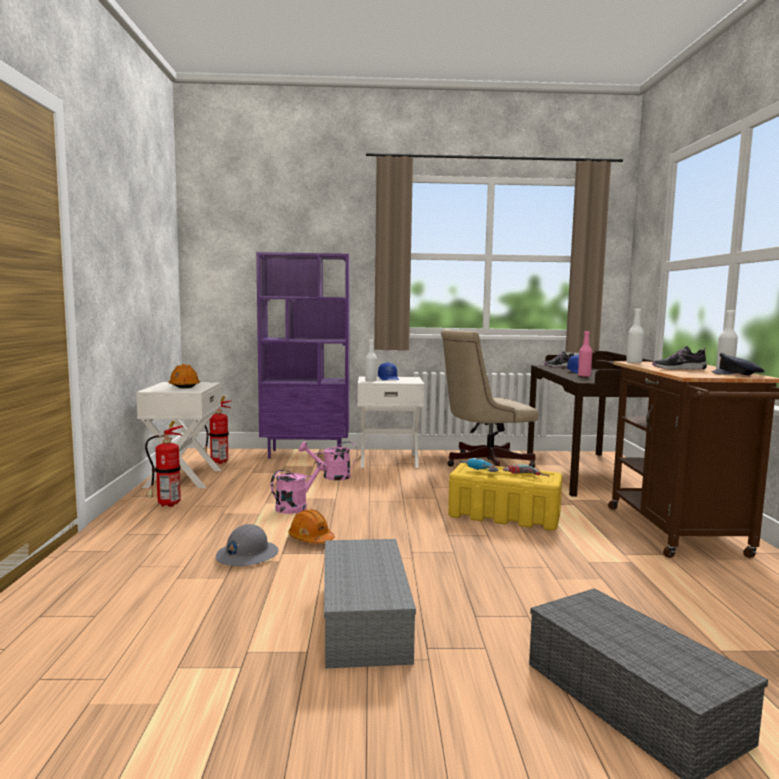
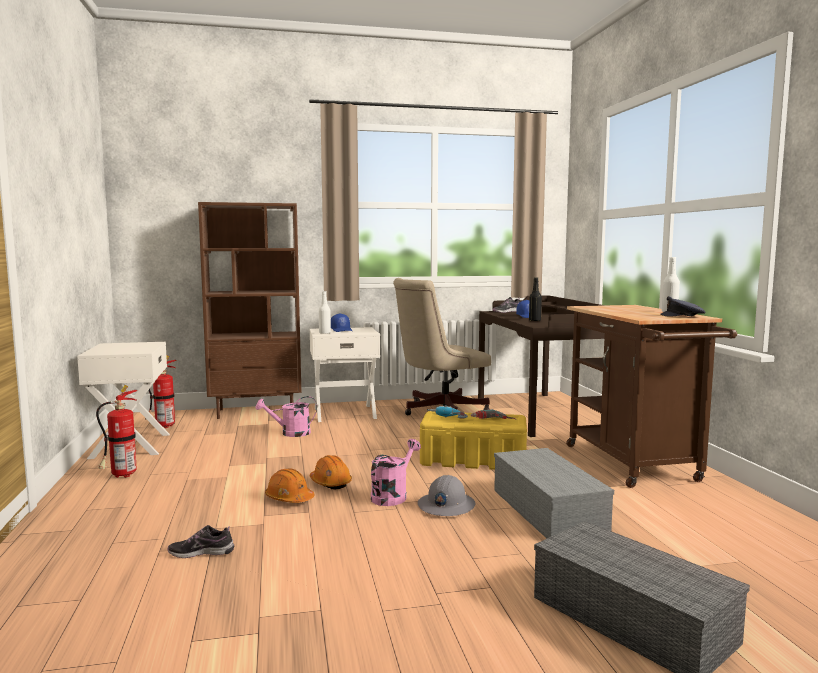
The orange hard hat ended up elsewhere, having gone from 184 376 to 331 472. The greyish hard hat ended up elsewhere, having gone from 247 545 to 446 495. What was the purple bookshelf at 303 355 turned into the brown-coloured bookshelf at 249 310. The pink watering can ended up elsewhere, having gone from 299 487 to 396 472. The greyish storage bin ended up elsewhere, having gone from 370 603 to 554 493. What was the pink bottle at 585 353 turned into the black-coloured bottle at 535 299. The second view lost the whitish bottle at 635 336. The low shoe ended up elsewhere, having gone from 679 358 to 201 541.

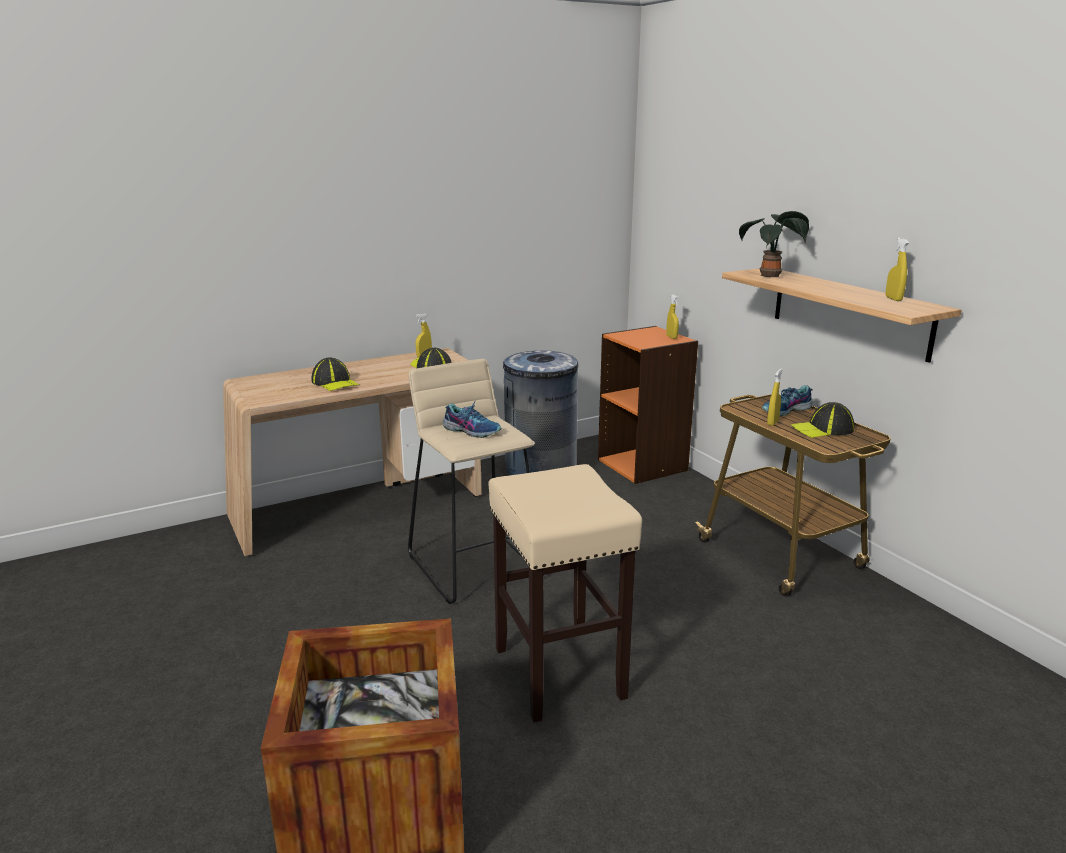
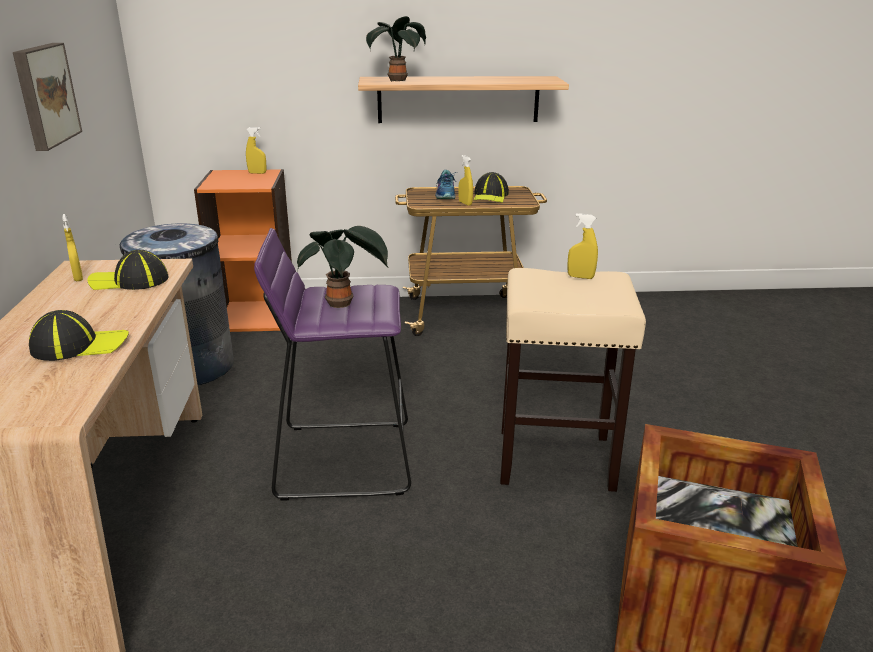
What was the sand-coloured stool seat at 476 481 turned into the purple stool seat at 332 364. Where the low shoe stood at 472 420, the plant in a pot came to stand at 343 267. The yellow-coloured sprayer ended up elsewhere, having gone from 897 269 to 582 246. The second view gained the wall art at 47 97.

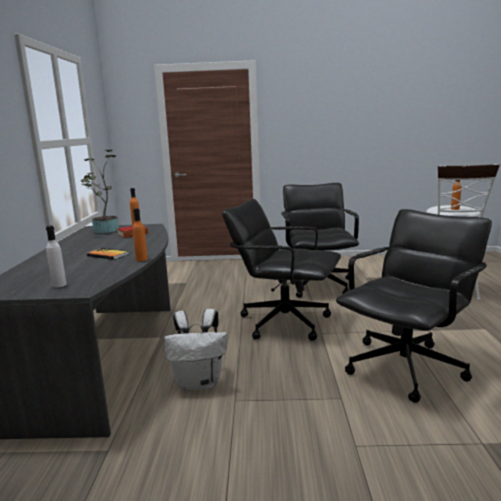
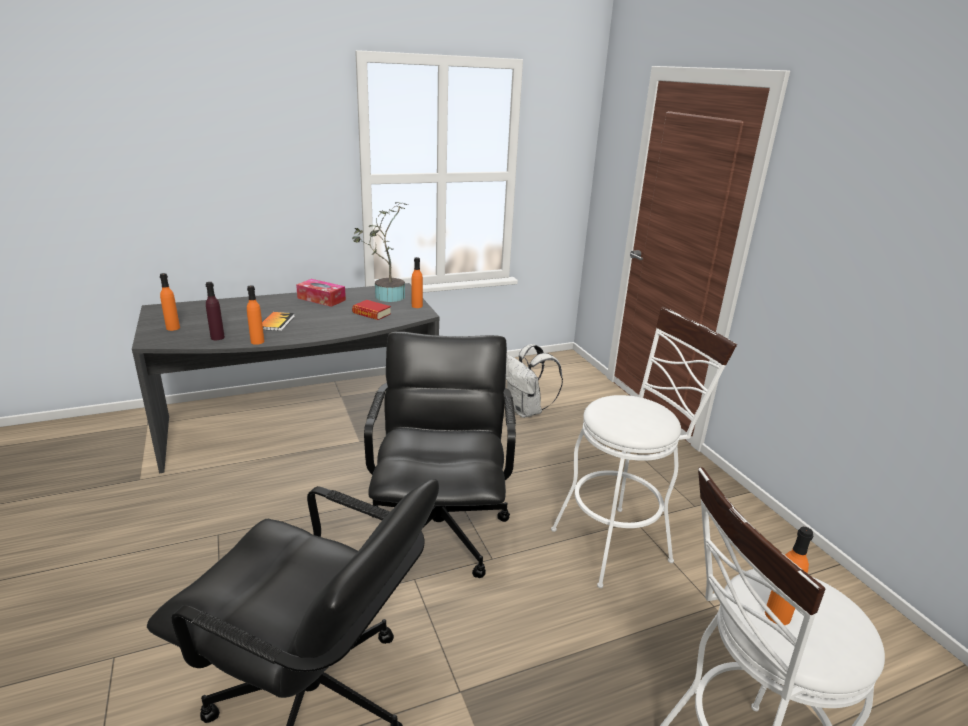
What was the whitish bottle at 56 256 turned into the orange bottle at 170 302. The whitish rucksack ended up elsewhere, having gone from 195 350 to 534 381. Where the black-coloured desk chair stood at 318 240, the whitish stool seat came to stand at 644 447. The second view gained the purple bottle at 215 311. The second view gained the tissue box at 321 293.

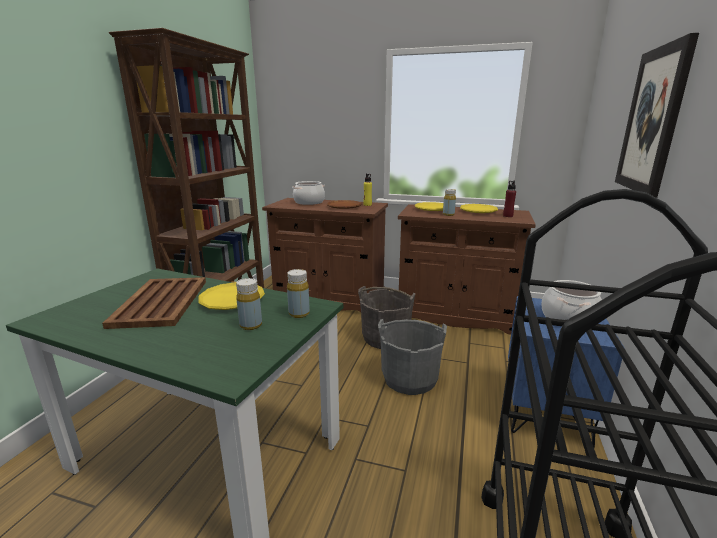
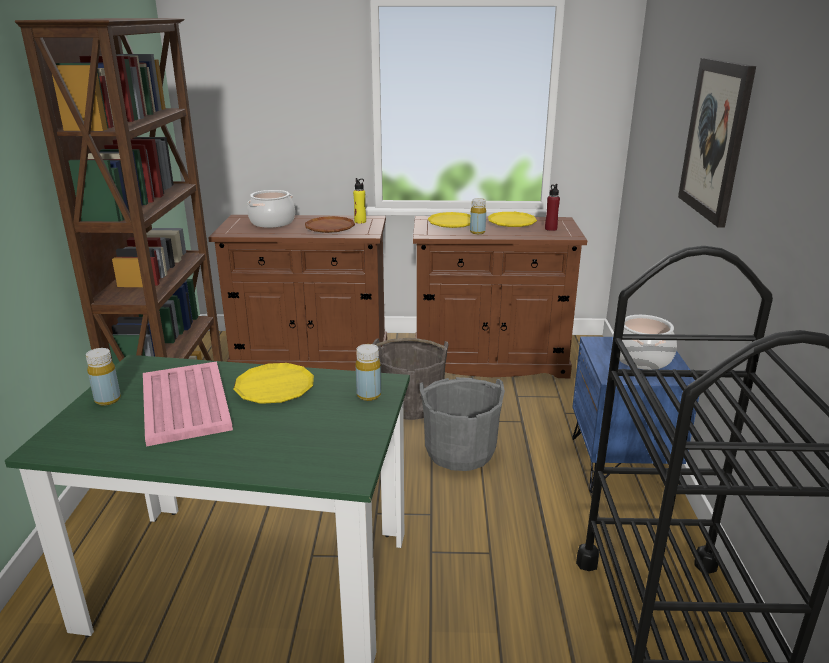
What was the brown-coloured serving tray at 154 303 turned into the pink serving tray at 188 404. The yellow-coloured bottle ended up elsewhere, having gone from 249 304 to 103 377.

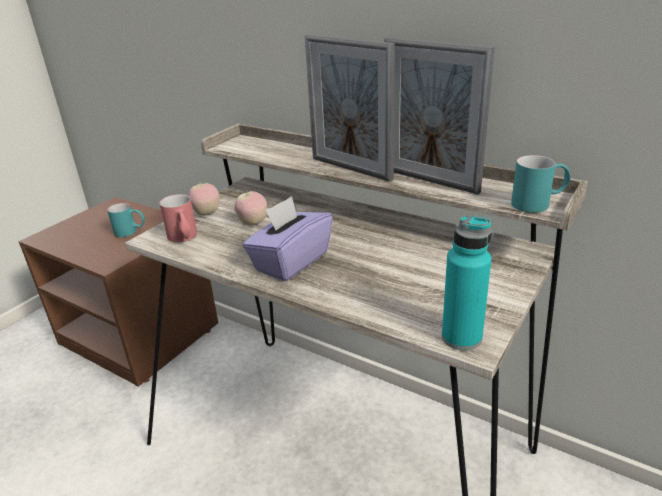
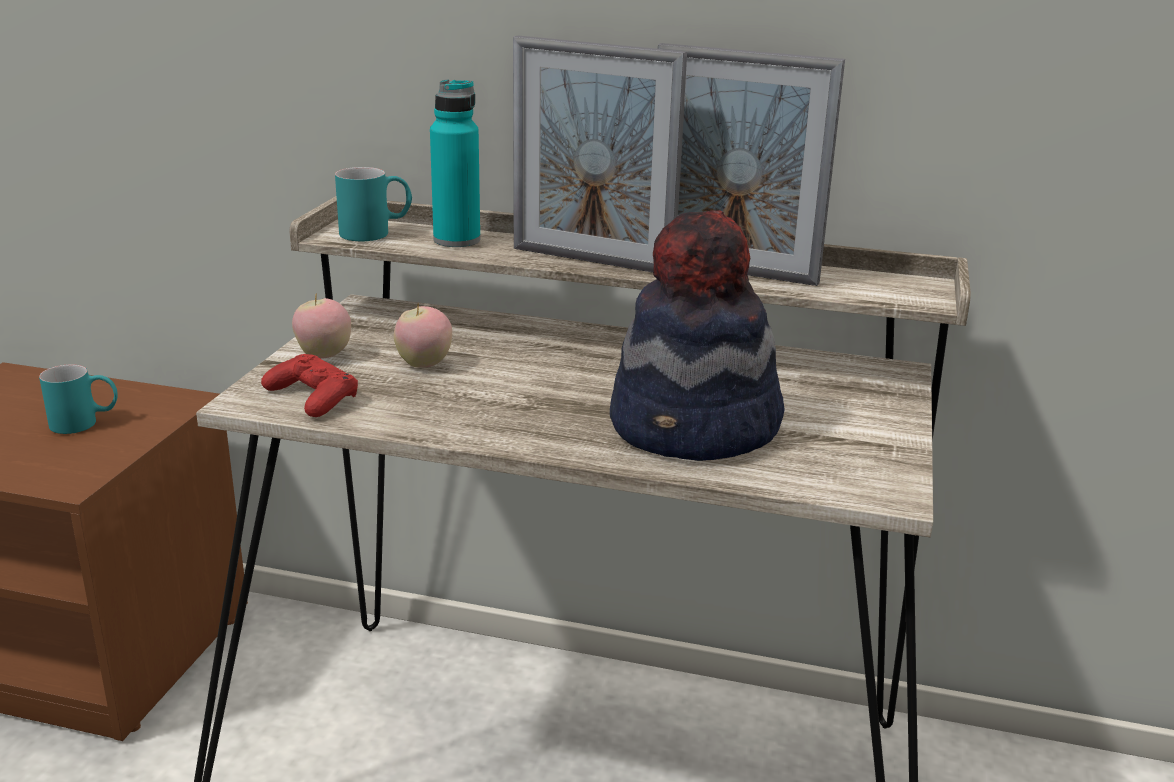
Where the reddish mug stood at 178 218, the reddish gamepad came to stand at 309 385. The second view lost the purple tissue box at 288 238. The turquoise bottle ended up elsewhere, having gone from 467 283 to 455 163. The turquoise mug ended up elsewhere, having gone from 541 184 to 373 204. The second view gained the hat at 697 335.

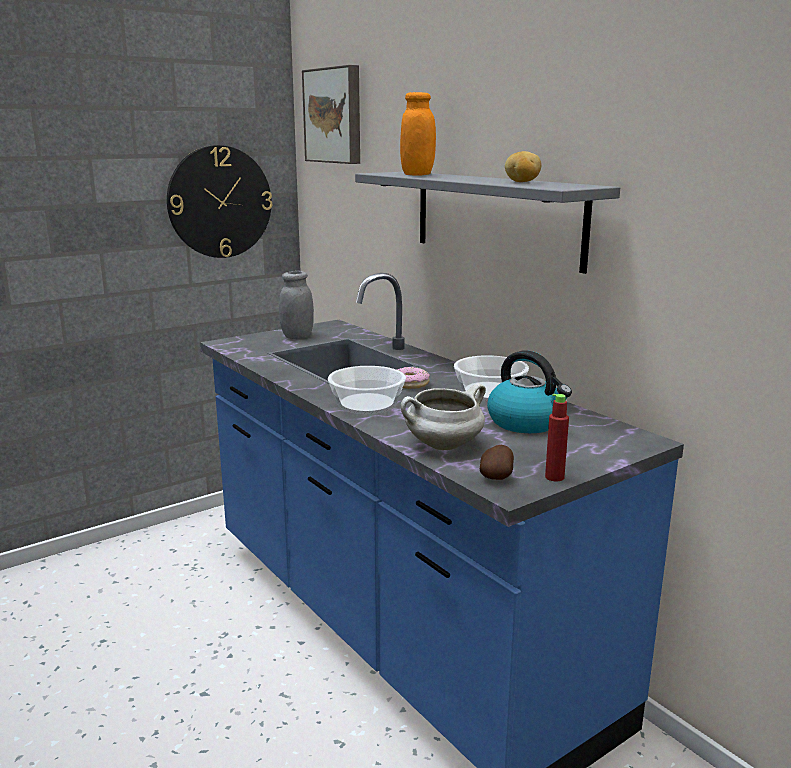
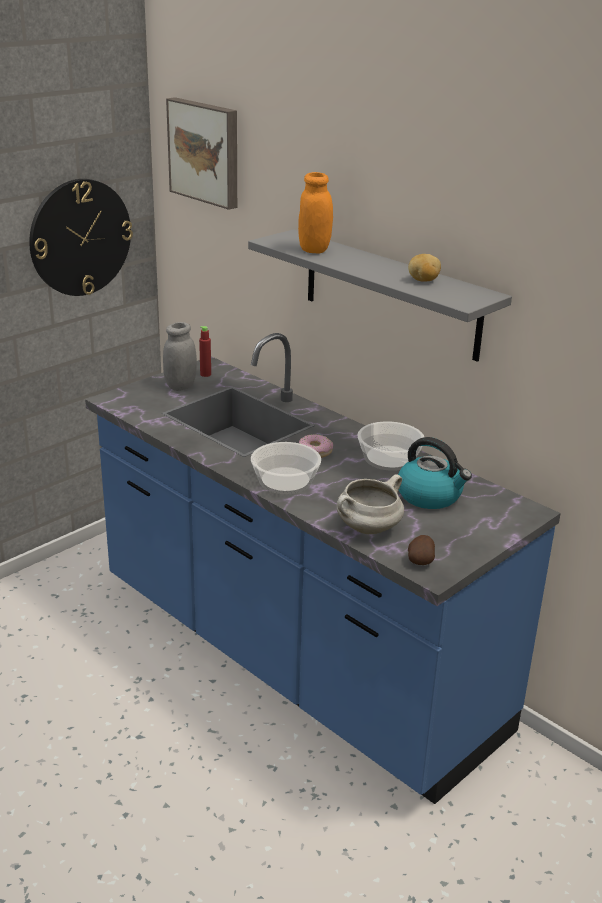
The reddish bottle ended up elsewhere, having gone from 557 437 to 205 351.

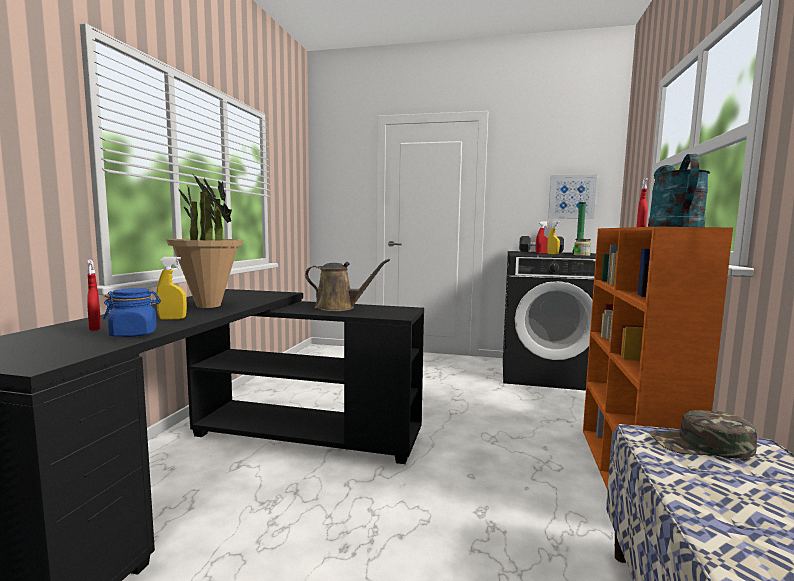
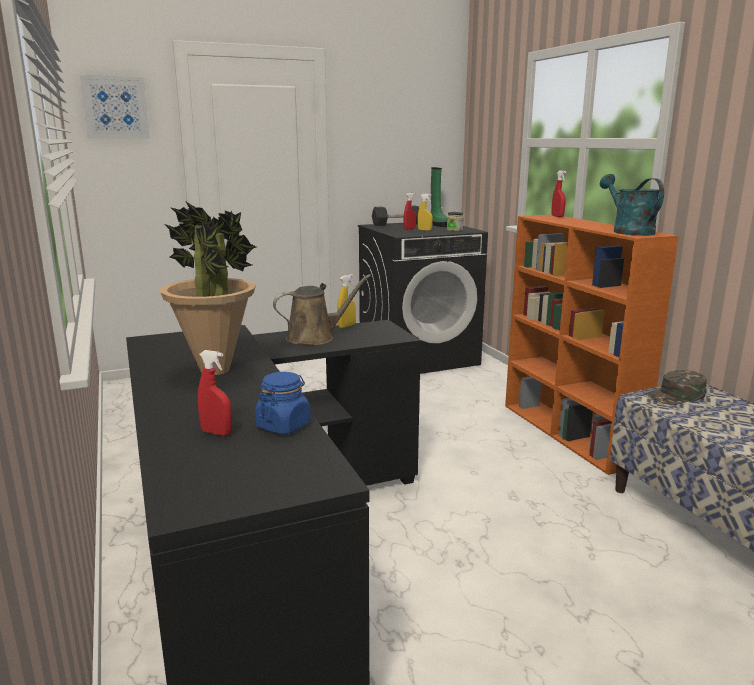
The yellow-coloured sprayer ended up elsewhere, having gone from 171 288 to 346 301. The wall art ended up elsewhere, having gone from 572 197 to 115 107.

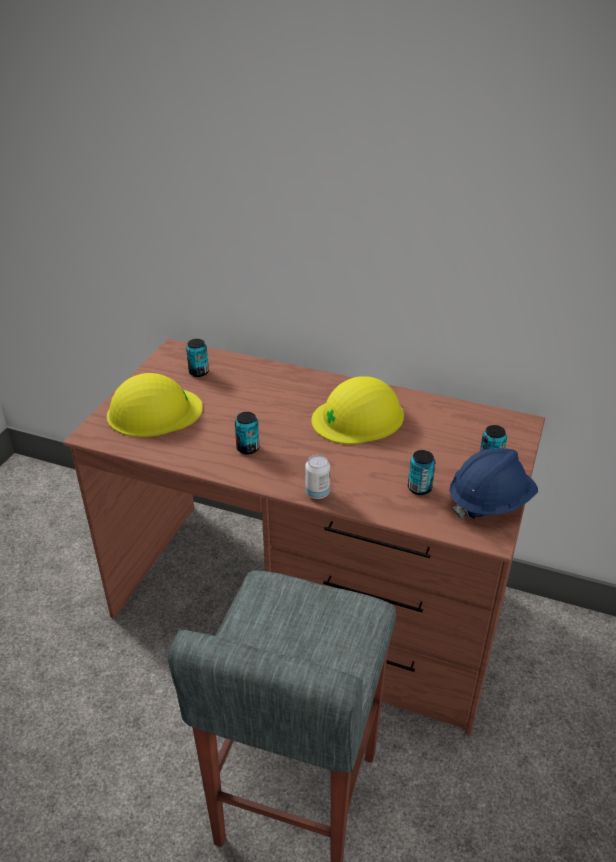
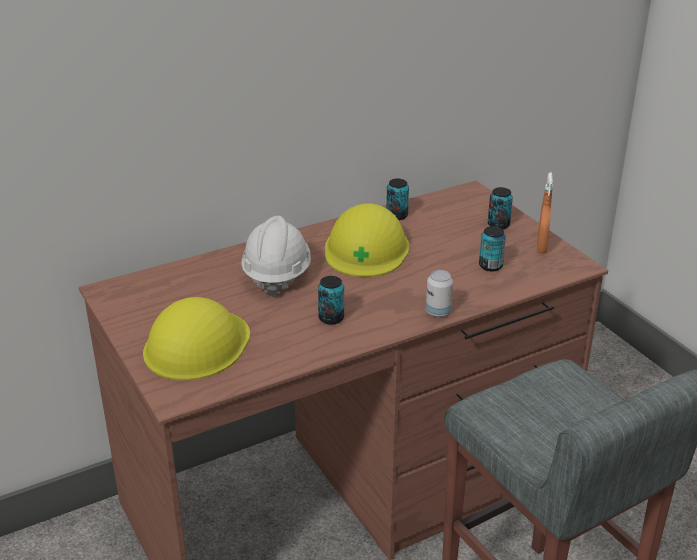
The metal can ended up elsewhere, having gone from 197 358 to 397 199. Where the bluish hard hat stood at 493 484, the orange sprayer came to stand at 545 212. The second view gained the whitish hard hat at 276 256.

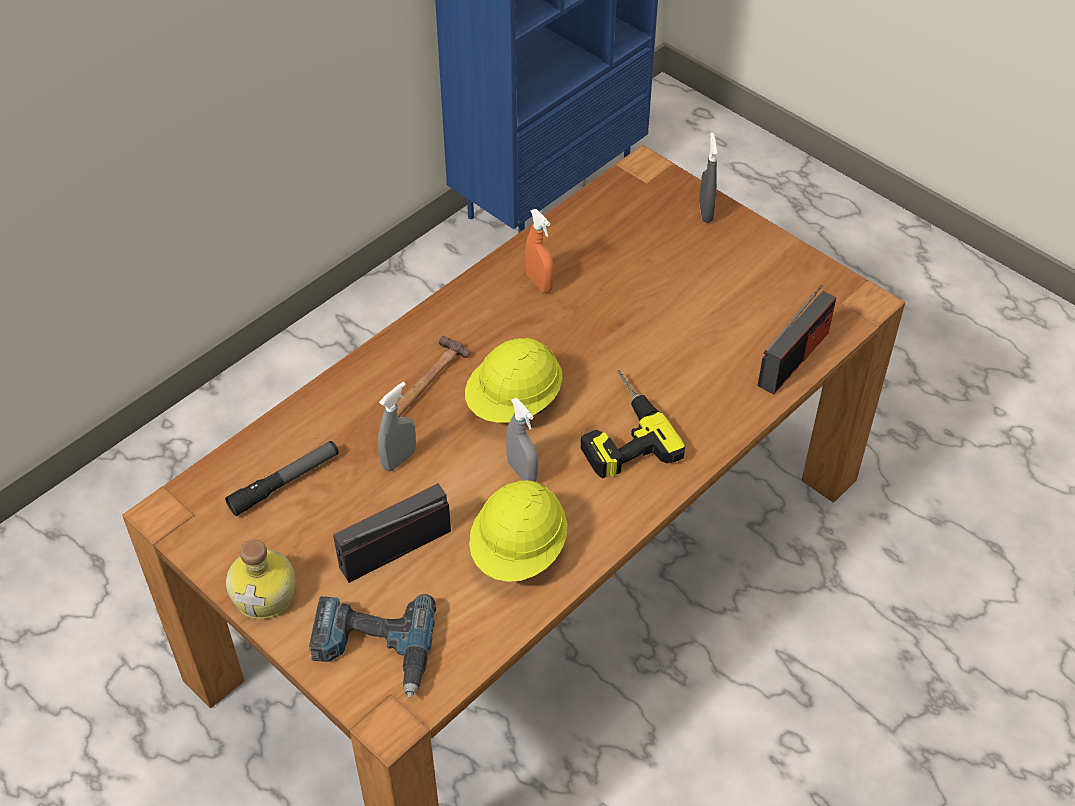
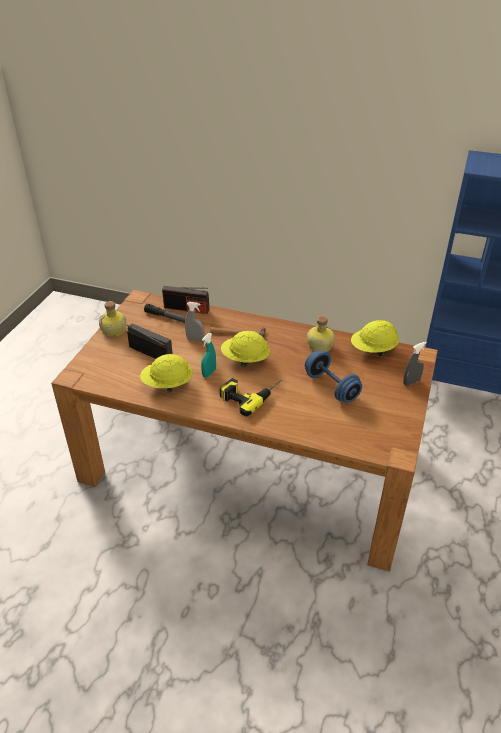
The second view lost the electric drill at 372 646. What was the greyish sprayer at 522 440 turned into the turquoise sprayer at 208 355. Where the orange sprayer stood at 539 251, the bottle came to stand at 321 334. The radio ended up elsewhere, having gone from 797 340 to 185 300. The second view gained the bluish hand weight at 333 376. The second view gained the yellow-coloured hard hat at 375 338.

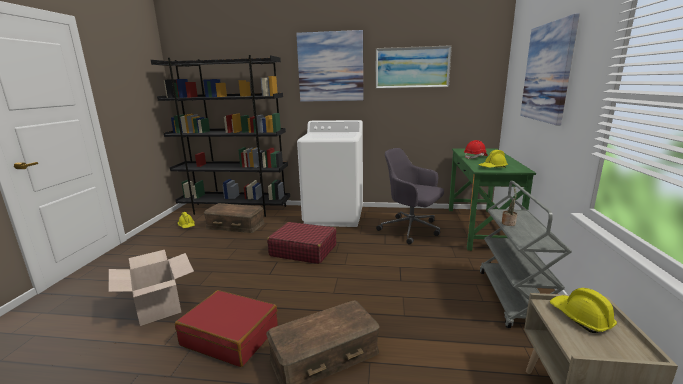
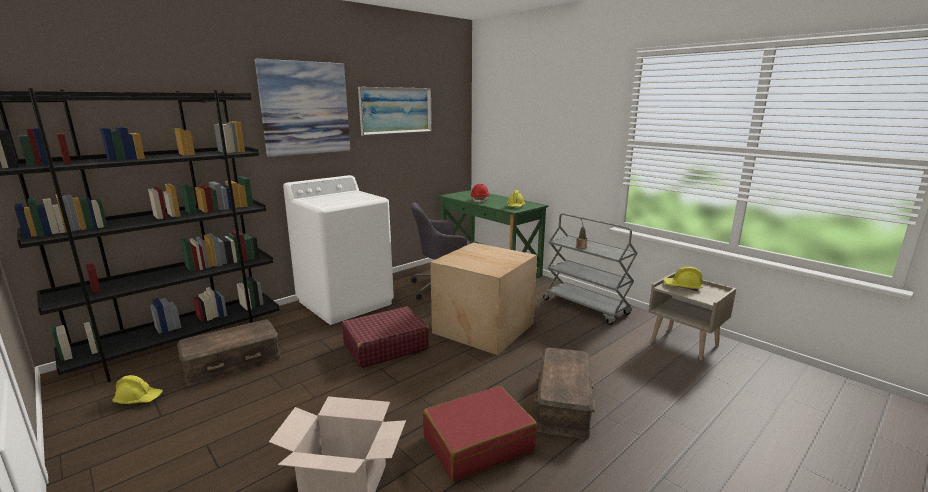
The second view lost the wall art at 550 69. The second view gained the packing box at 483 298.

